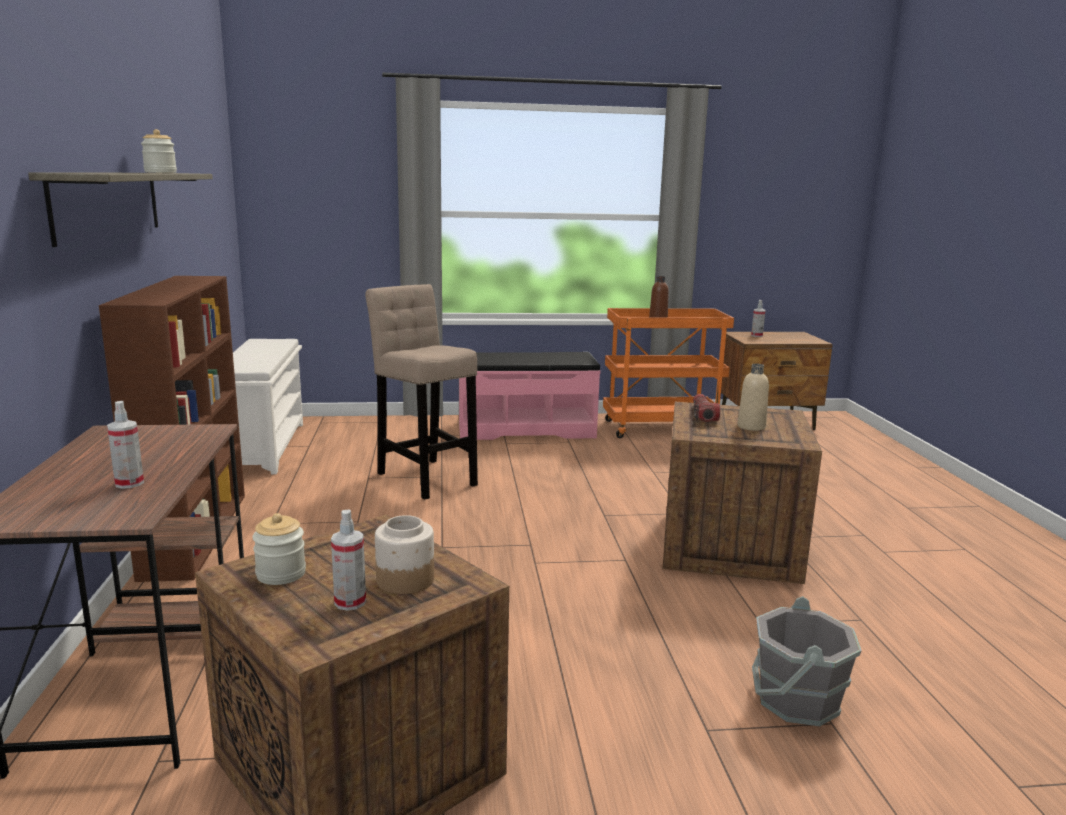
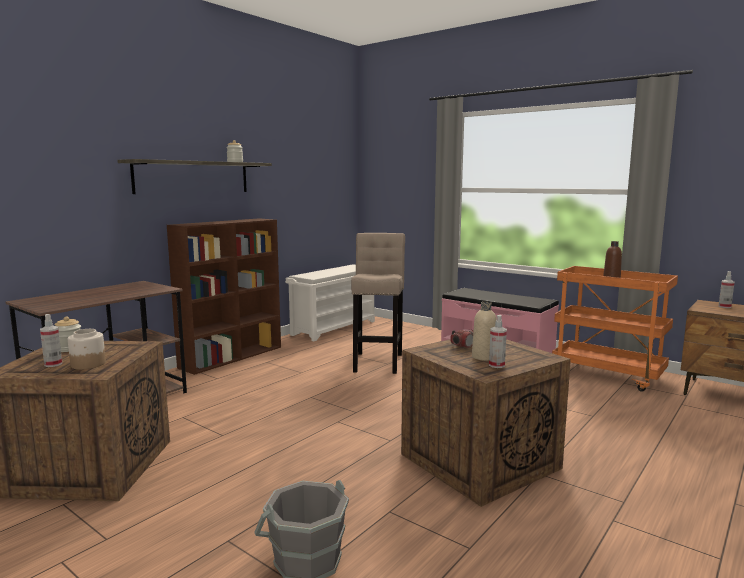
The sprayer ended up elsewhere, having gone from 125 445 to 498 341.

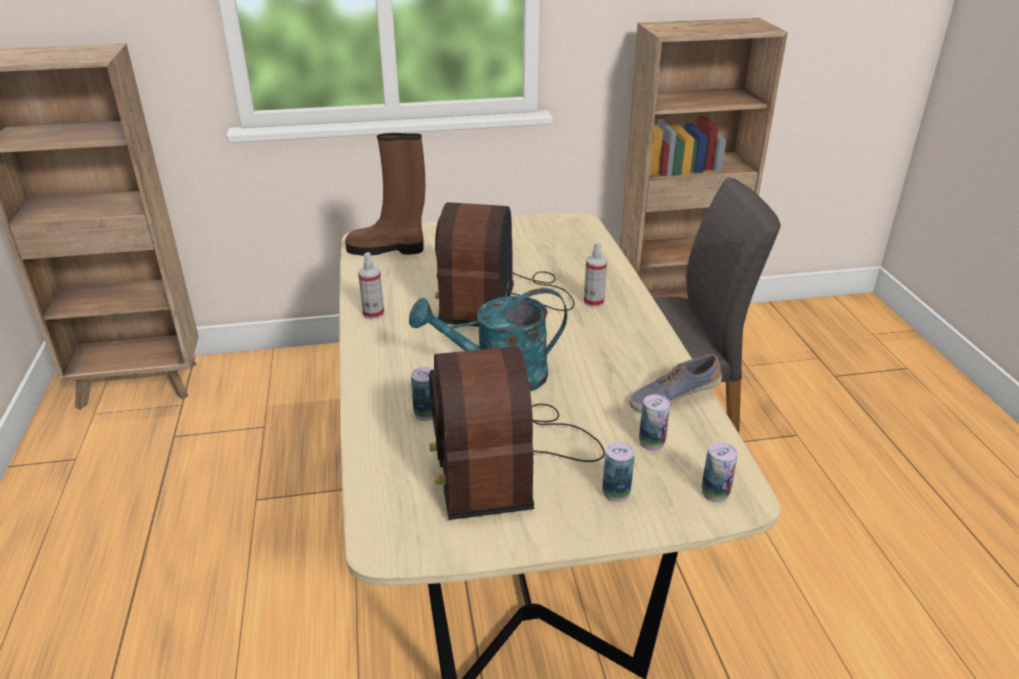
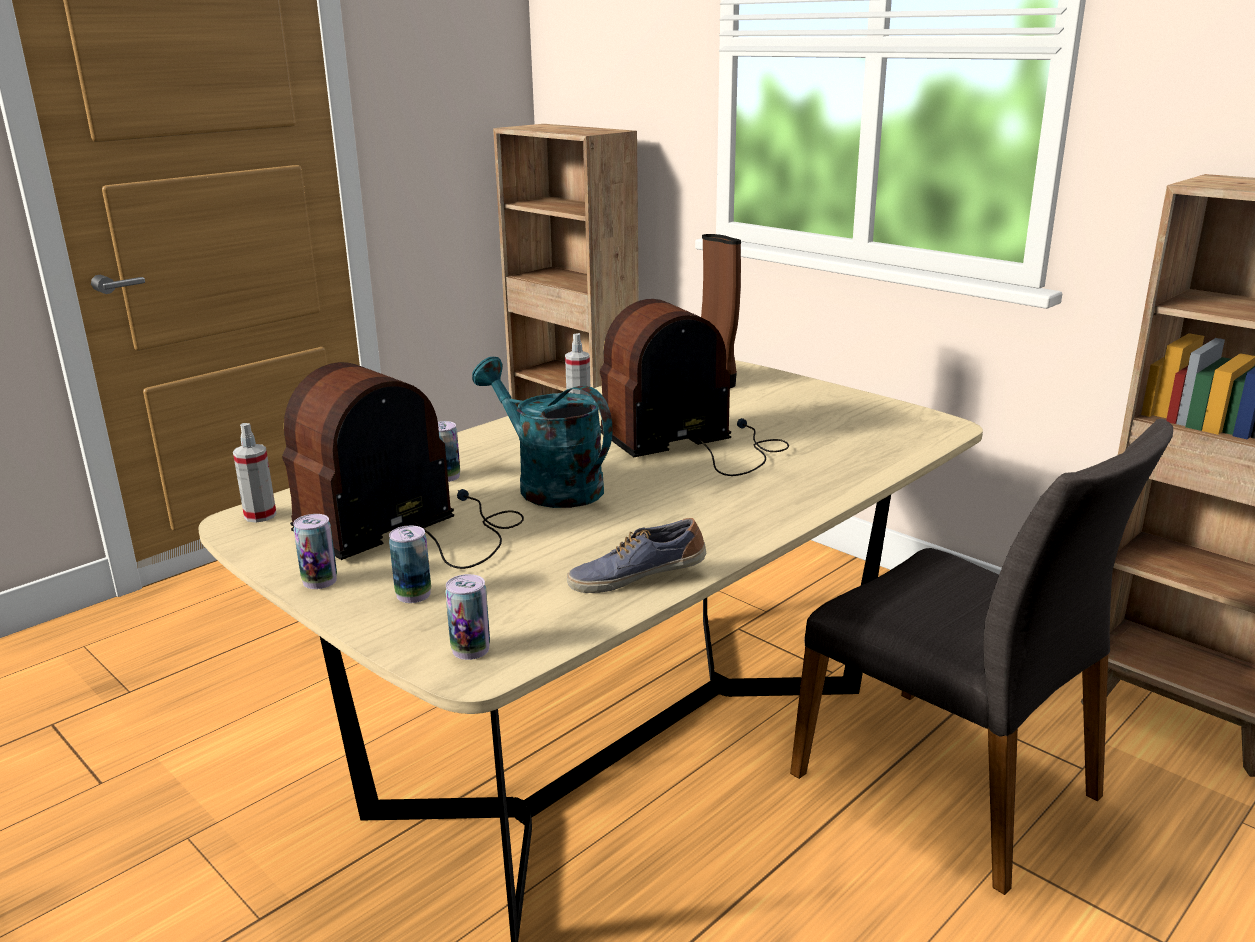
The sprayer ended up elsewhere, having gone from 595 275 to 254 473. The low shoe at 675 383 ended up facing another way, 45 degrees counterclockwise from before. The metal can ended up elsewhere, having gone from 654 422 to 315 551.

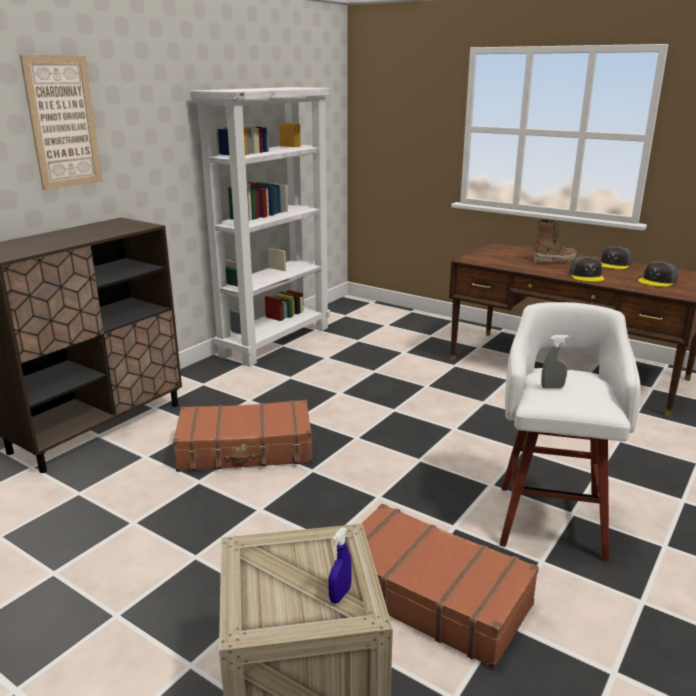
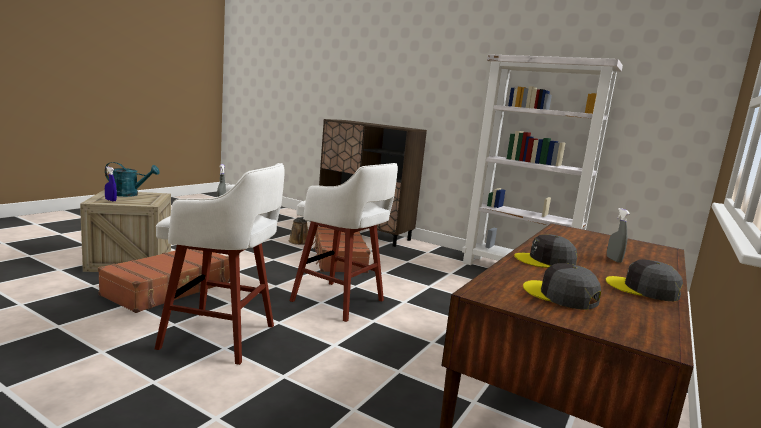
The second view lost the wall art at 61 122. Where the high-top boot stood at 555 240, the greyish sprayer came to stand at 618 235. The second view gained the turquoise watering can at 132 179. The second view gained the brown-coloured watering can at 298 231. The second view gained the whitish stool seat at 344 242.

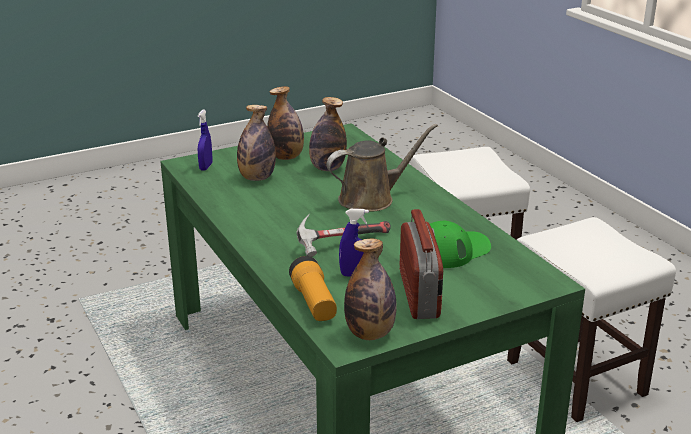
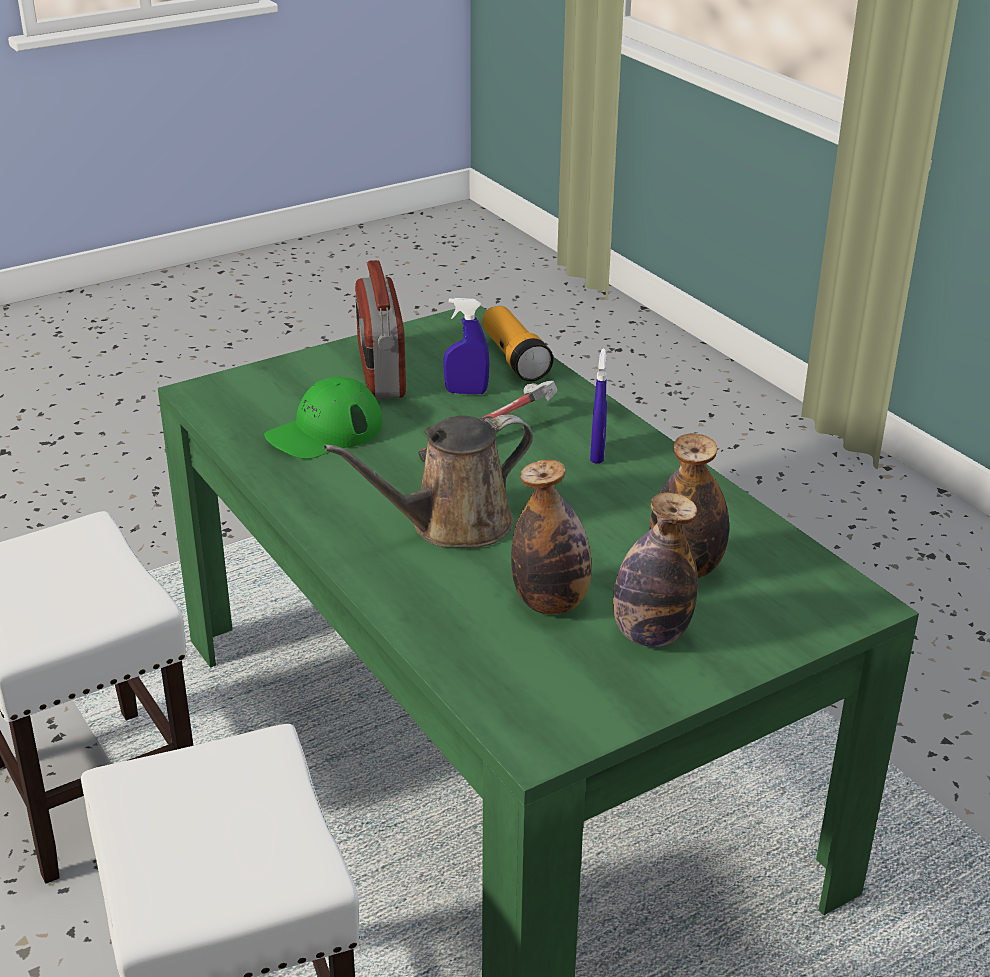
The bluish sprayer ended up elsewhere, having gone from 204 140 to 598 406. The second view lost the bottle at 370 289.

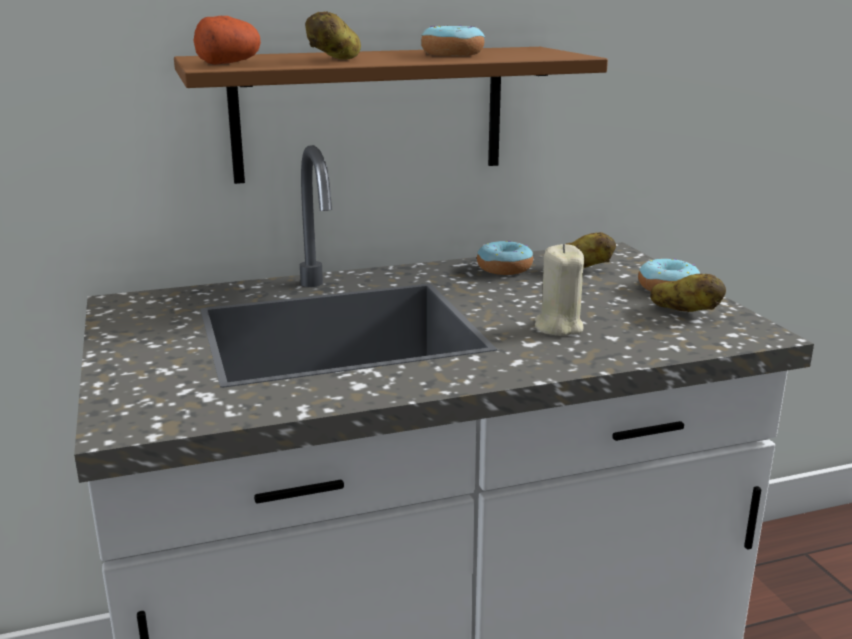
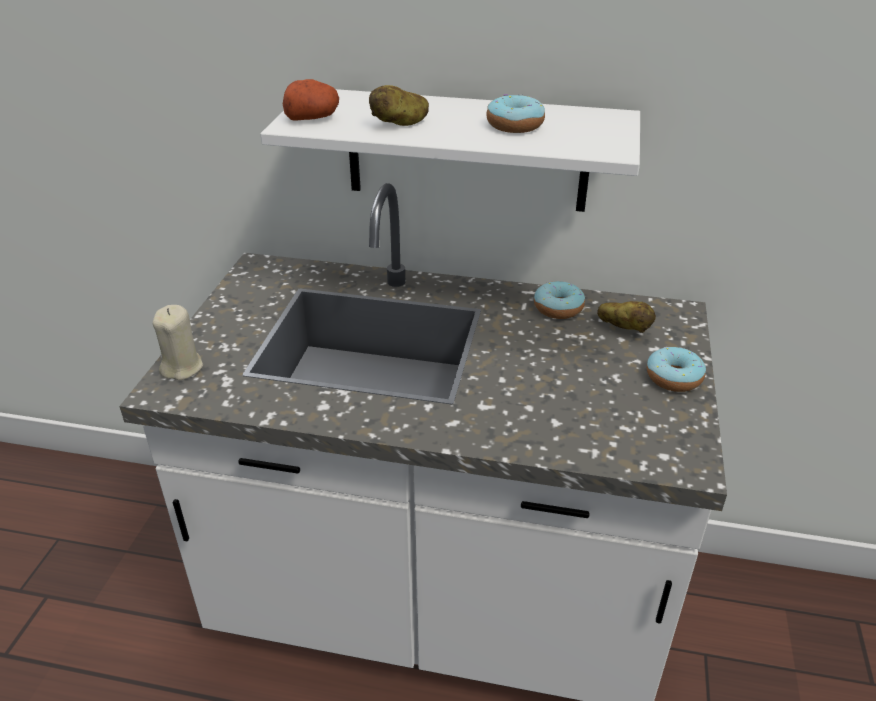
What was the brown-coloured wall shelf at 391 115 turned into the whitish wall shelf at 450 150. The sand-coloured candle ended up elsewhere, having gone from 559 290 to 177 342. The second view lost the potato at 688 293.

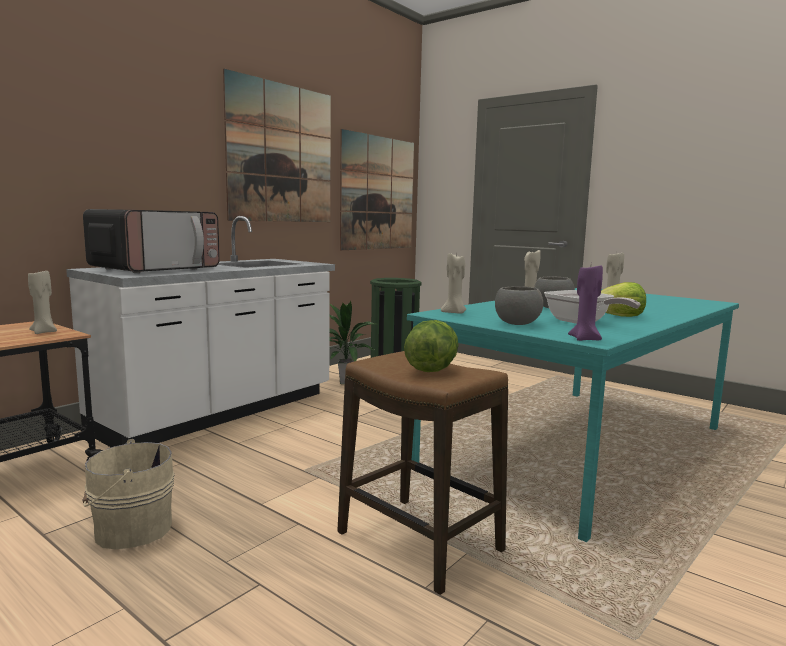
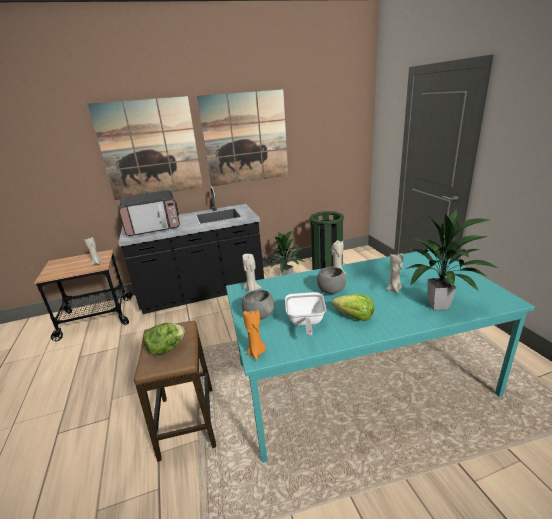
What was the whitish kitchen base unit at 200 331 turned into the black-coloured kitchen base unit at 191 250. The second view lost the sand-coloured pail at 129 494. The wall art ended up elsewhere, having gone from 377 189 to 145 148. What was the purple candle at 585 303 turned into the orange candle at 254 335. The second view gained the plant in a pot at 452 259.

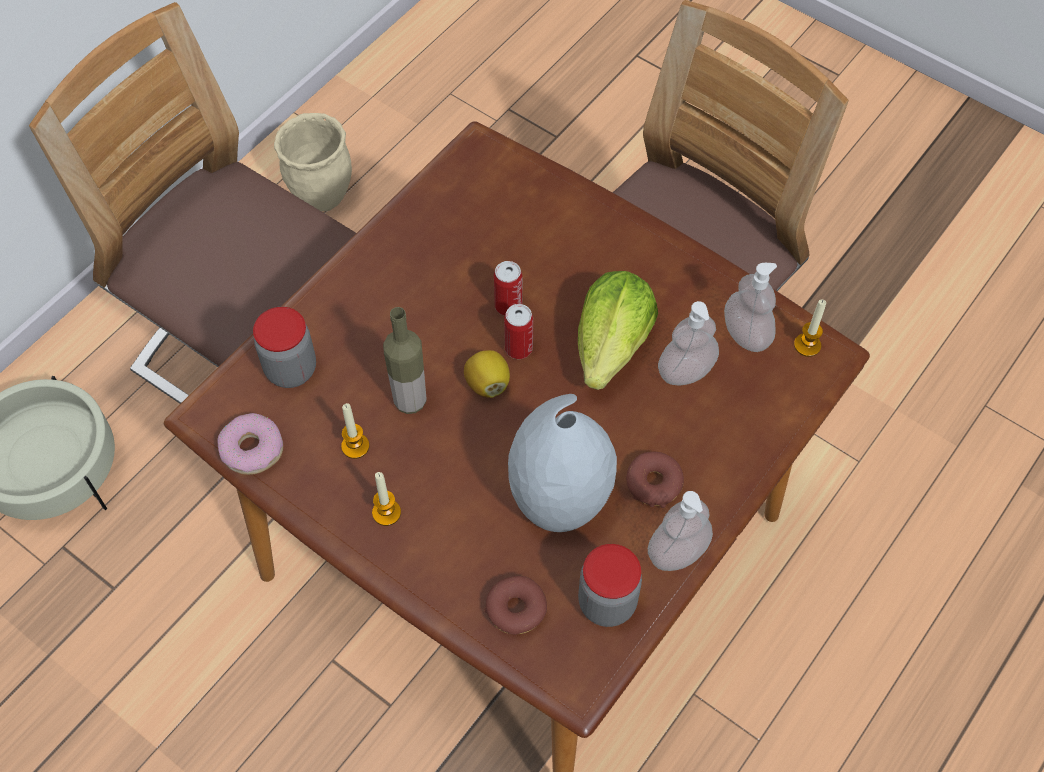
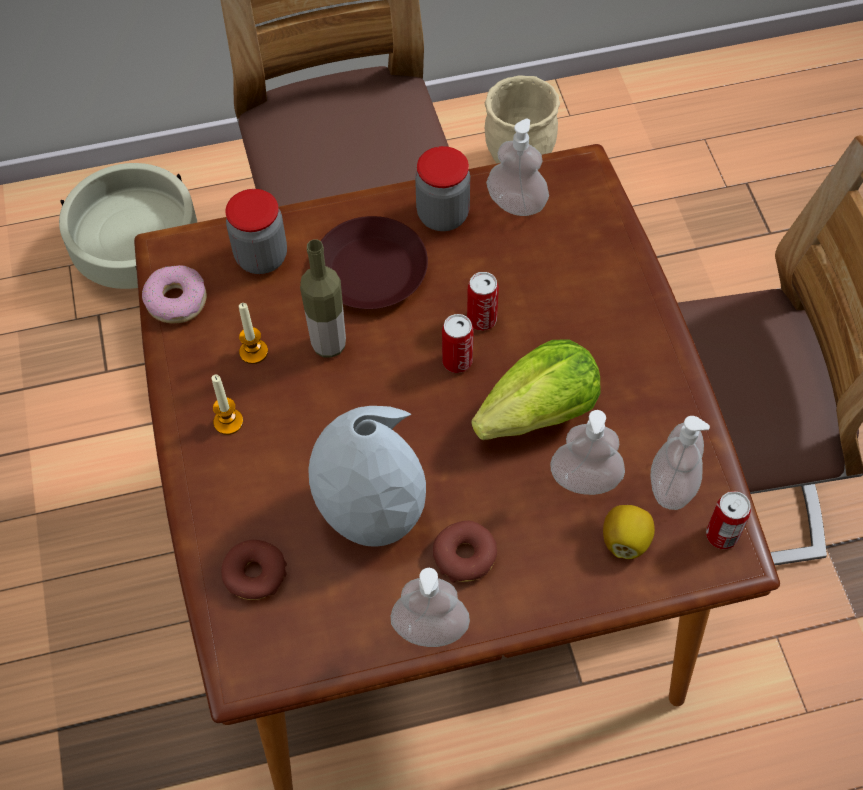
The citrus fruit ended up elsewhere, having gone from 487 374 to 629 532. The preserve jar ended up elsewhere, having gone from 610 585 to 442 188. Where the candle stood at 810 328, the metal can came to stand at 728 520. The second view gained the brown-coloured plate at 374 262. The second view gained the soap bottle at 517 167.

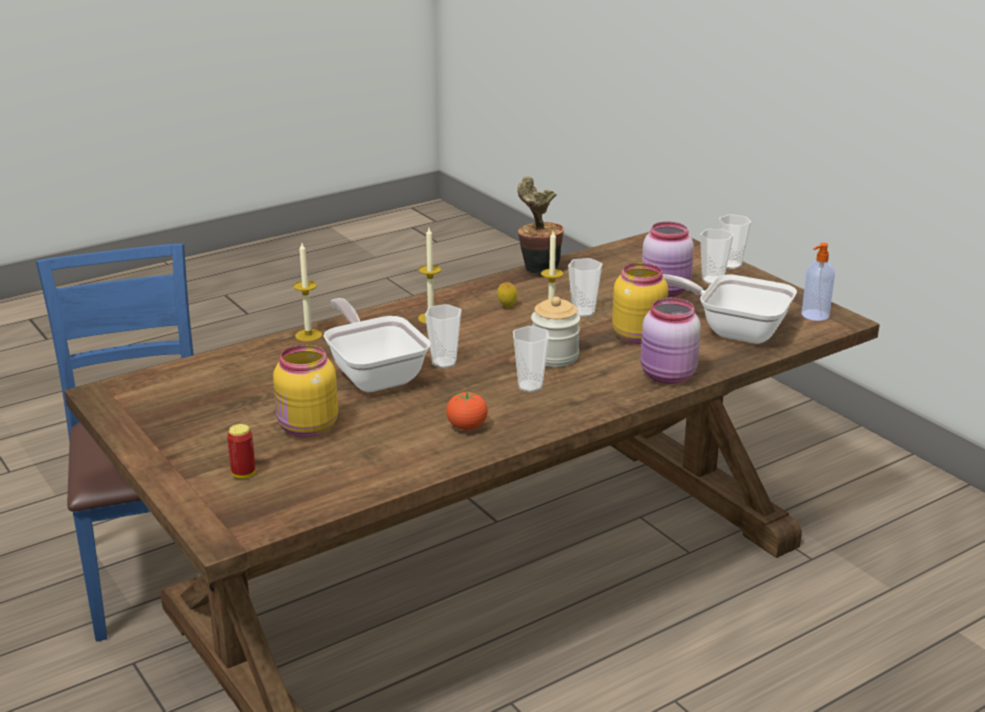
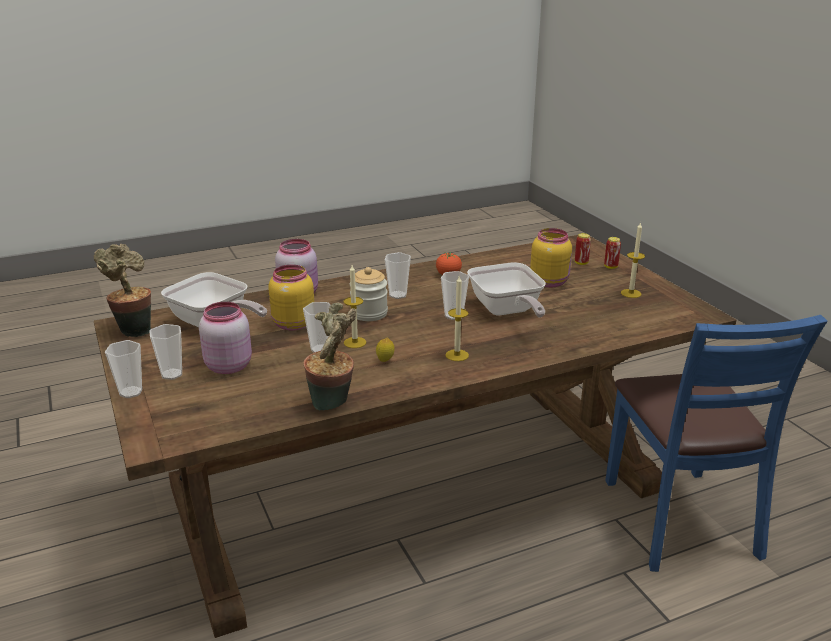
The candle ended up elsewhere, having gone from 307 292 to 633 260. Where the soap bottle stood at 818 282, the plant in a pot came to stand at 122 290. The second view gained the metal can at 612 253.

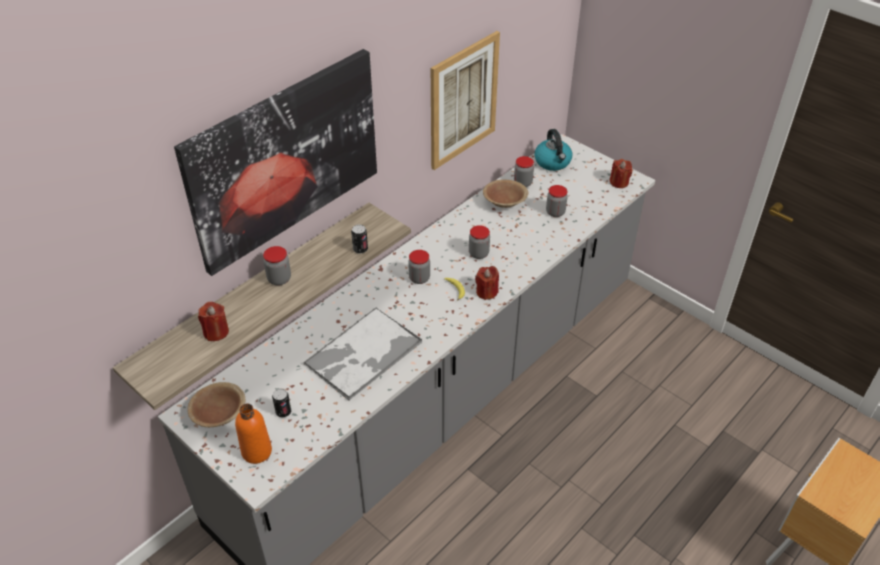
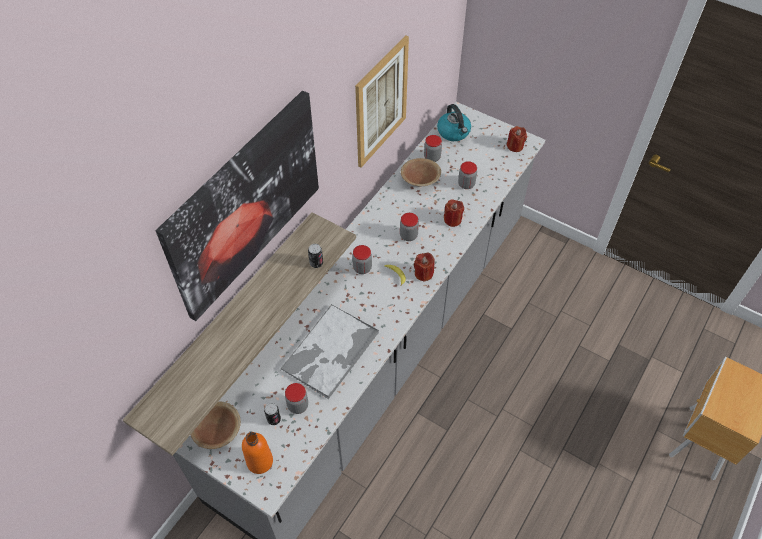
The reddish candle ended up elsewhere, having gone from 213 321 to 454 213. The preserve jar ended up elsewhere, having gone from 277 266 to 296 398.

